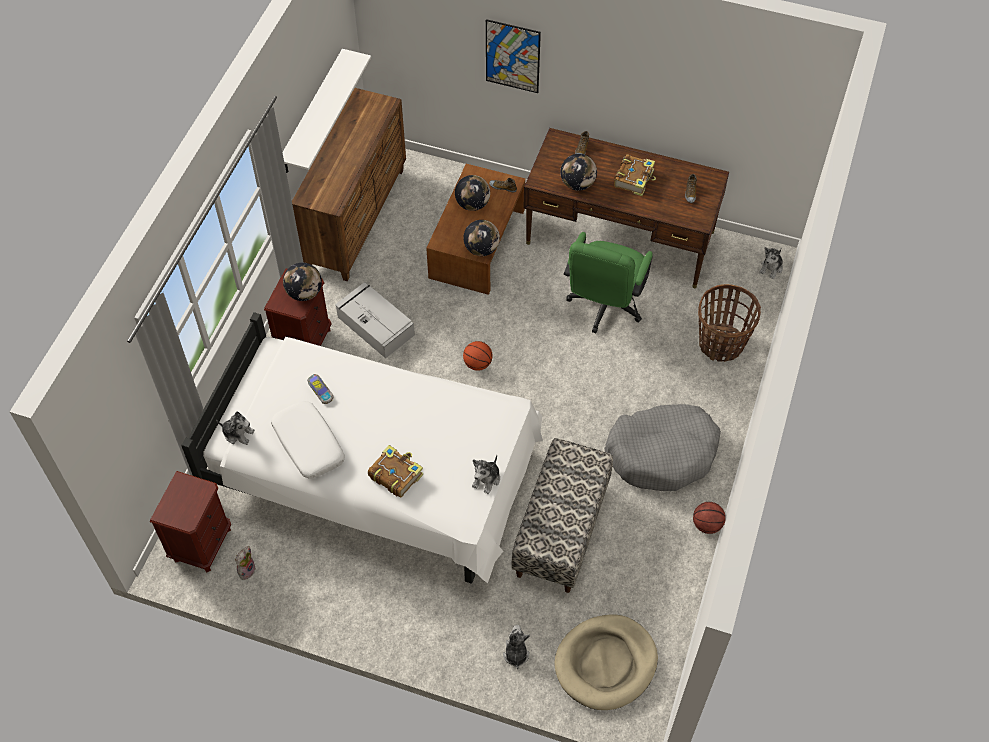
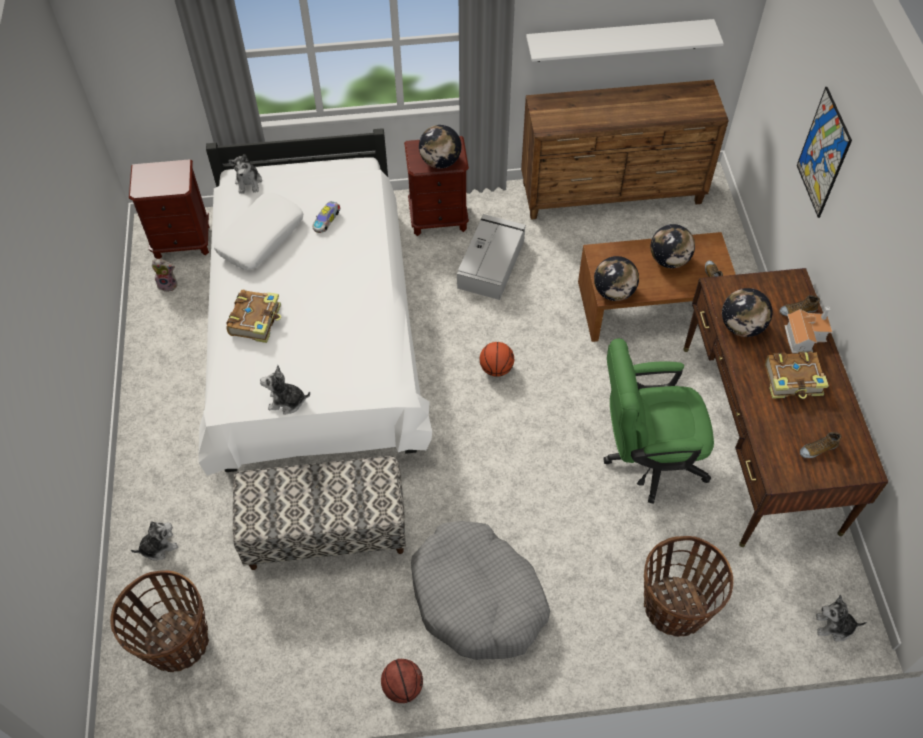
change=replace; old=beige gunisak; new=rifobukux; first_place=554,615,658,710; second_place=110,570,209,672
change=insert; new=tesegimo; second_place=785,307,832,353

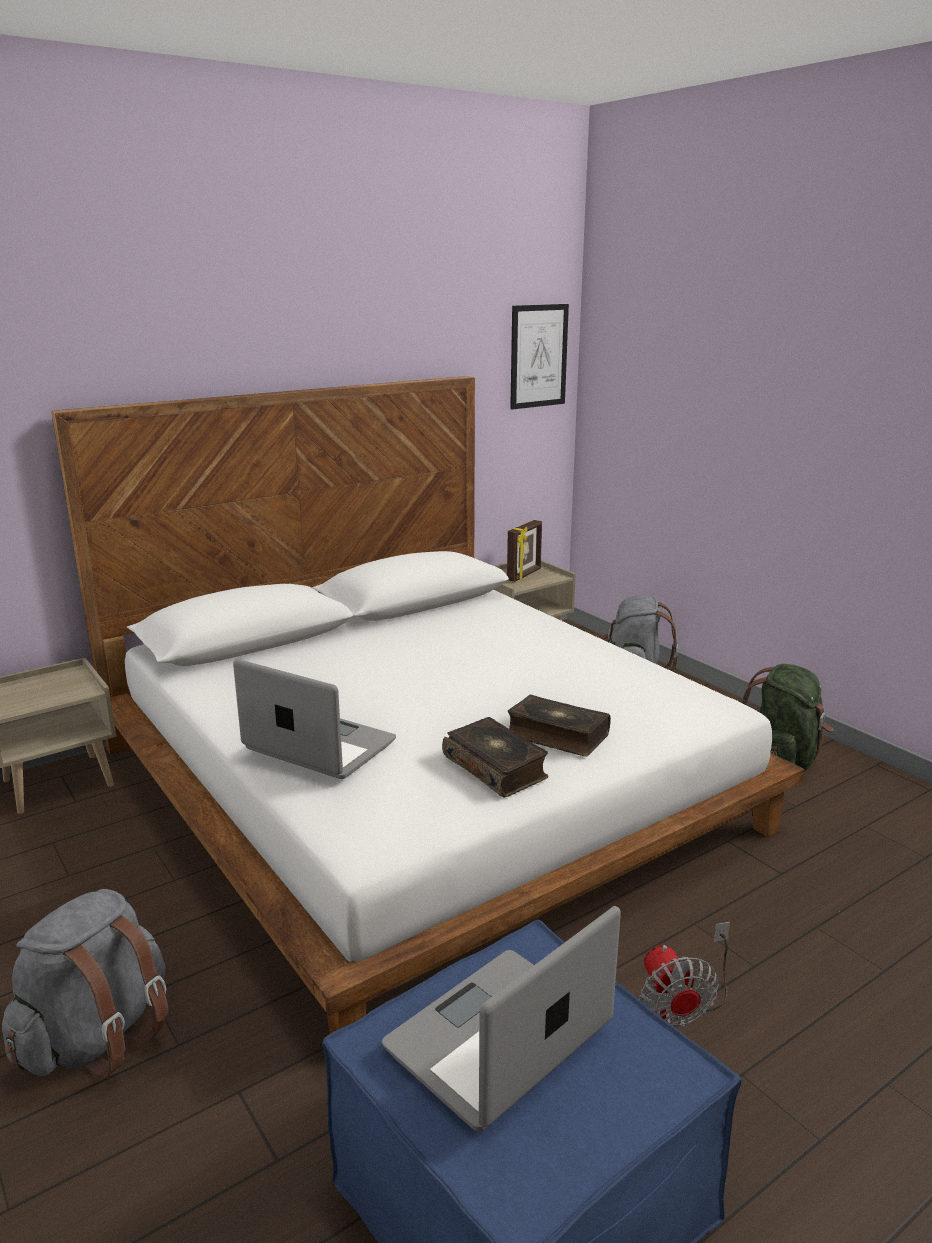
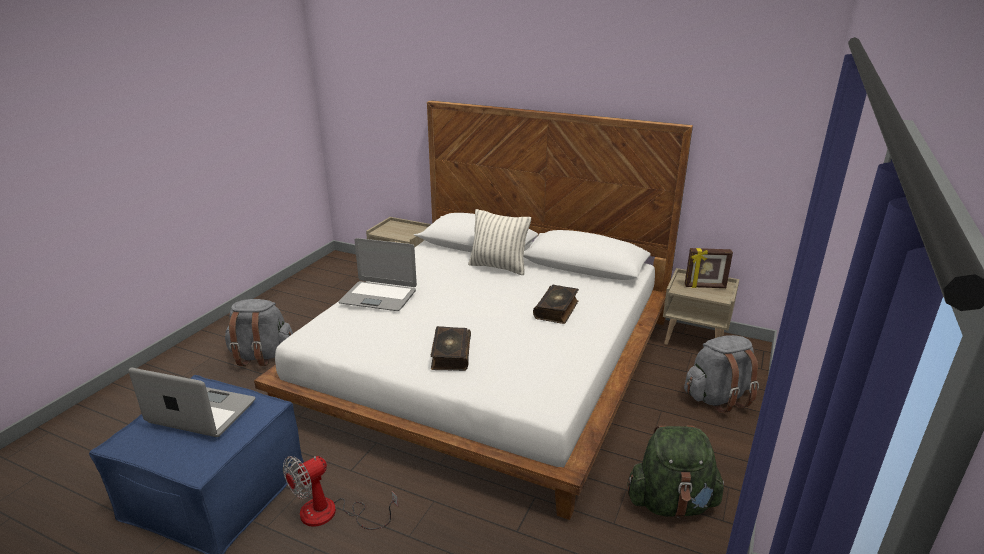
change=delete; old=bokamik; first_place=510,304,569,409
change=rotate; old=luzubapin; first_place=233,659,396,779; second_place=338,238,417,311; degrees=105
change=move; old=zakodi; first_place=442,717,548,798; second_place=533,285,579,324
change=insert; new=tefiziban; second_place=468,209,531,275

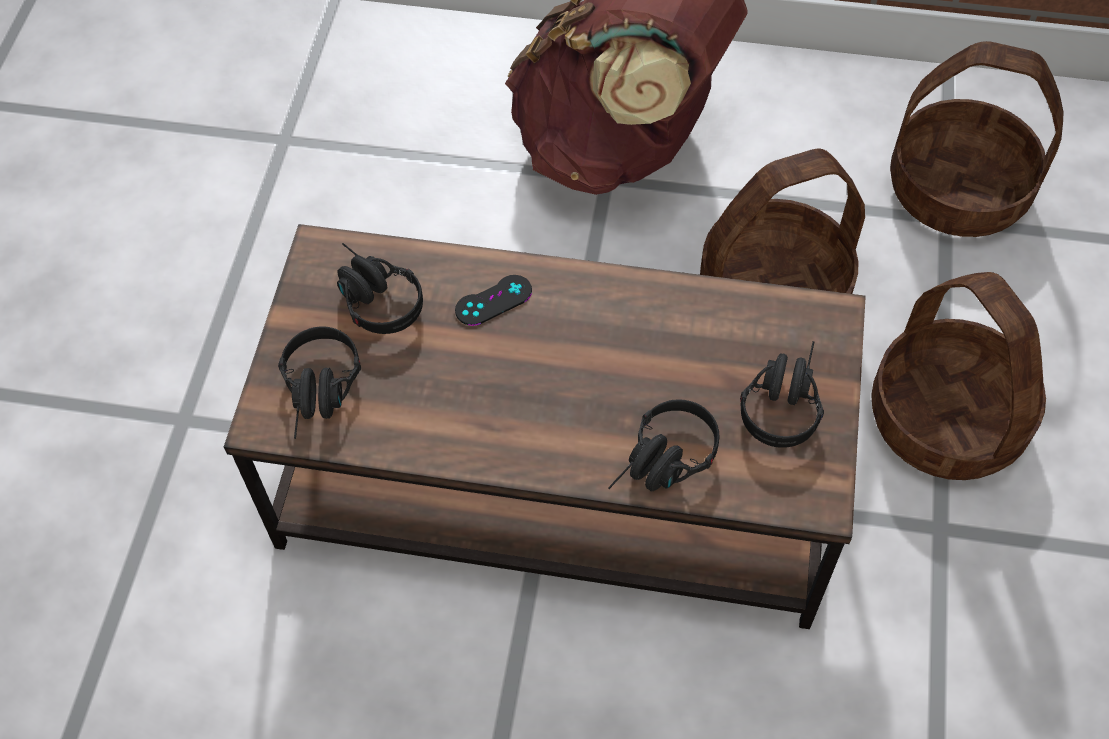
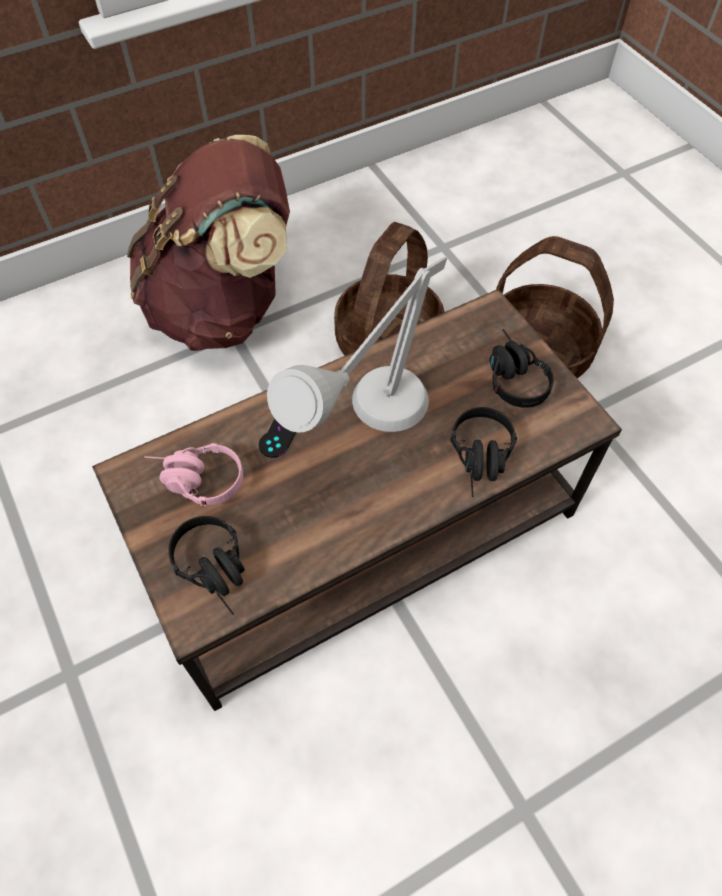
change=delete; old=rifobukux; first_place=890,41,1063,237
change=recolor; old=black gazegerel; new=pink gazegerel; first_place=337,243,423,334; second_place=144,443,243,506
change=insert; new=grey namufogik; second_place=267,256,447,433

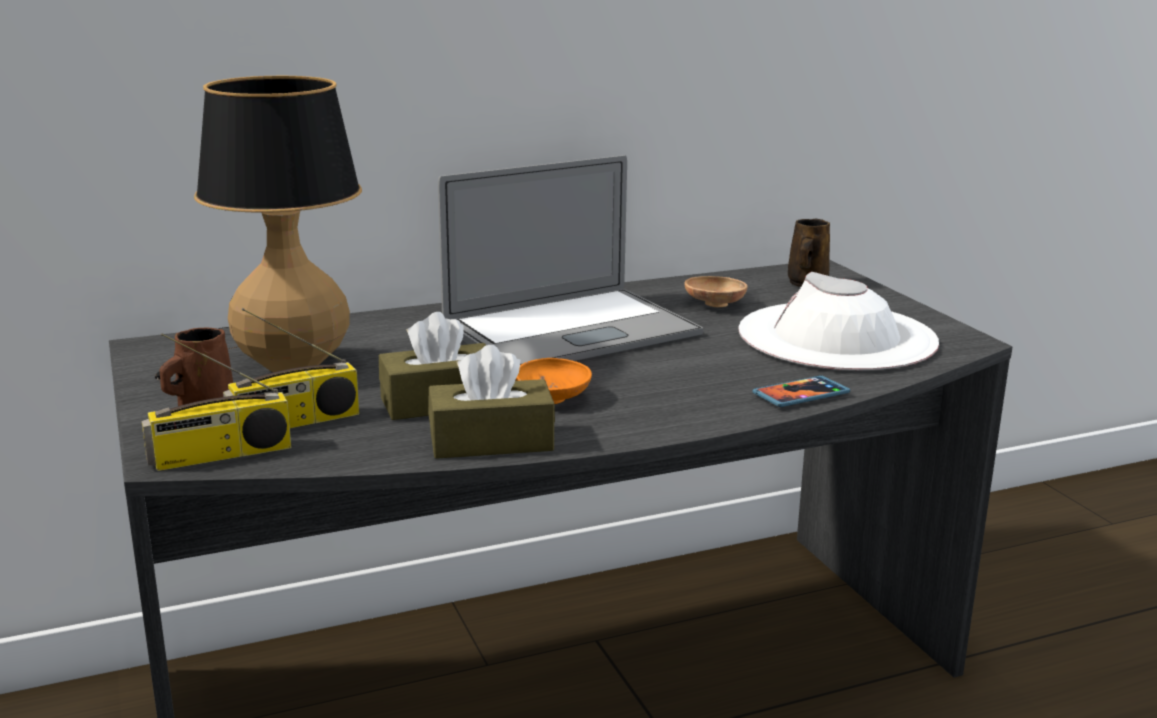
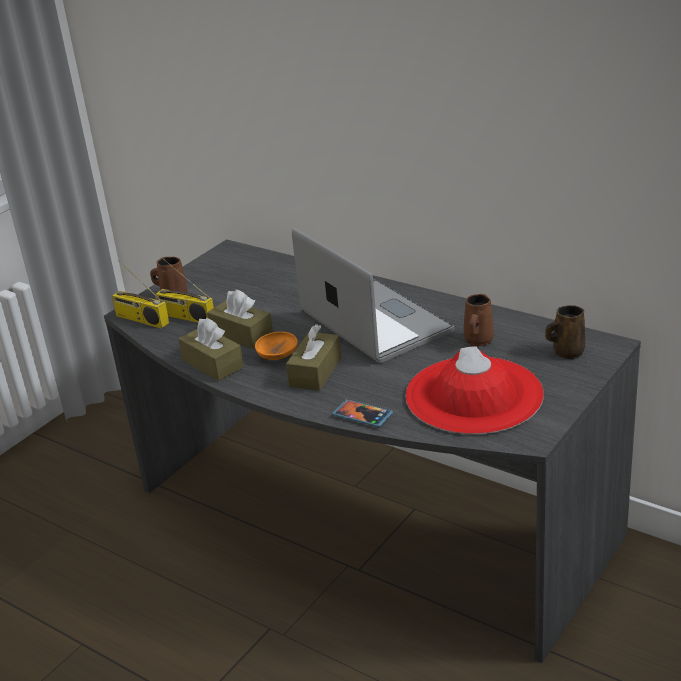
change=delete; old=namufogik; first_place=155,76,362,380
change=rotate; old=luzubapin; first_place=438,155,703,365; second_place=292,228,454,363; degrees=-150
change=recolor; old=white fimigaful; new=red fimigaful; first_place=738,272,939,371; second_place=405,346,544,434
change=replace; old=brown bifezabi; new=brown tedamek; first_place=684,276,748,307; second_place=464,294,494,346
change=insert; new=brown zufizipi; second_place=286,324,341,391

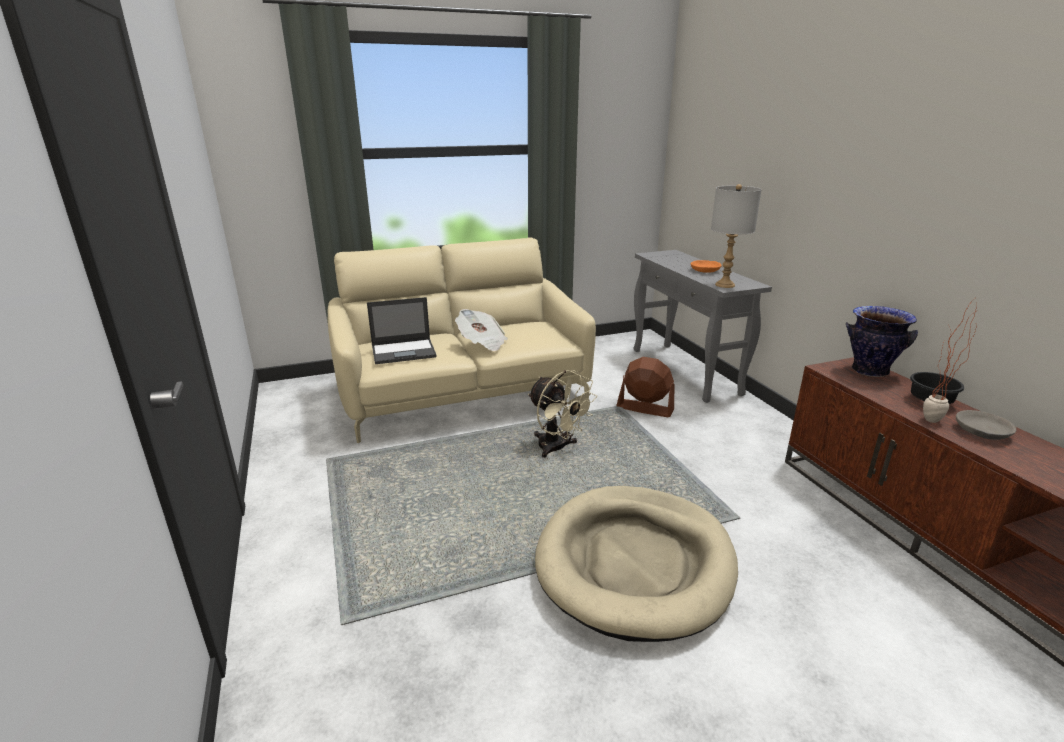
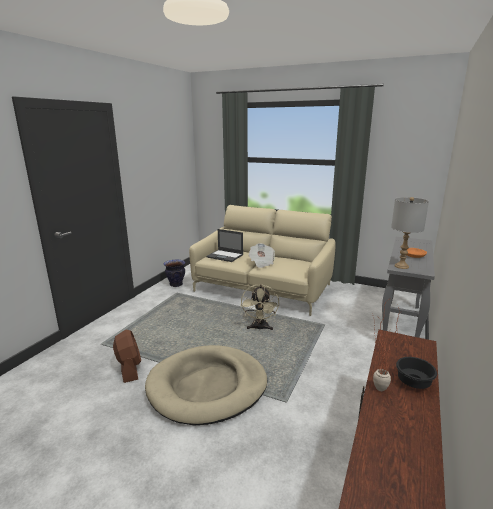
change=move; old=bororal; first_place=846,306,918,377; second_place=164,260,185,287
change=move; old=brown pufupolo; first_place=616,357,675,417; second_place=113,330,141,383
change=delete; old=grey bifezabi; first_place=956,410,1016,440

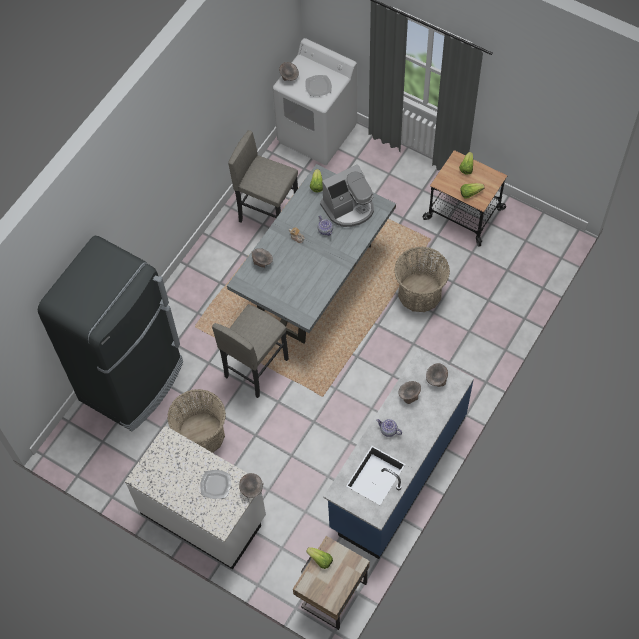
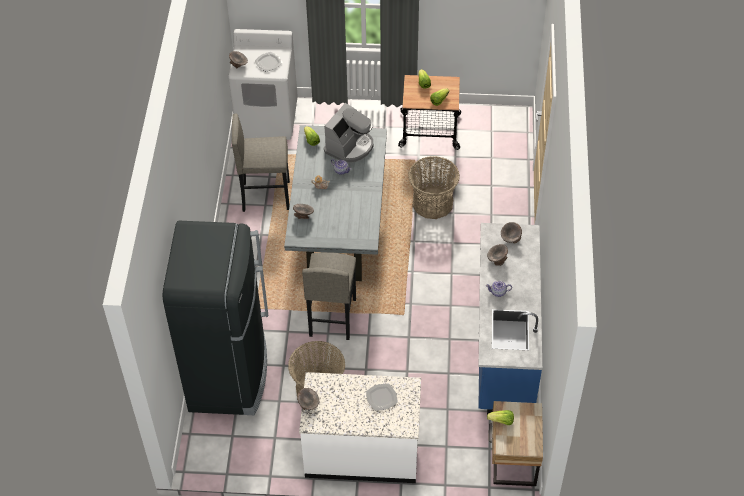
change=move; old=grey bifezabi; first_place=239,473,263,498; second_place=297,388,319,410

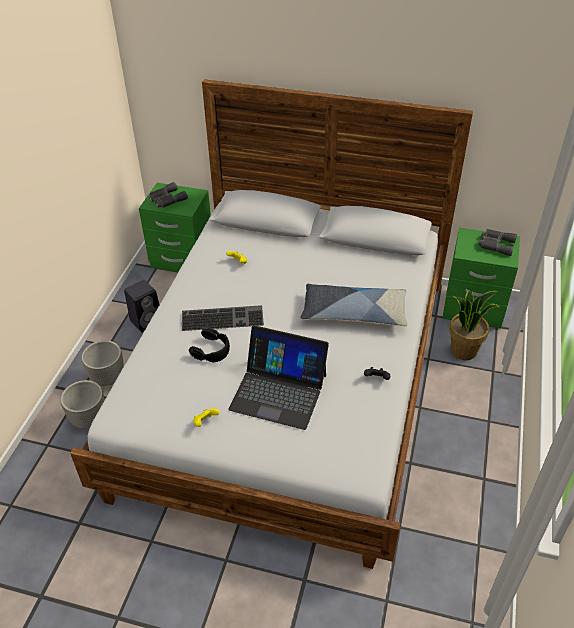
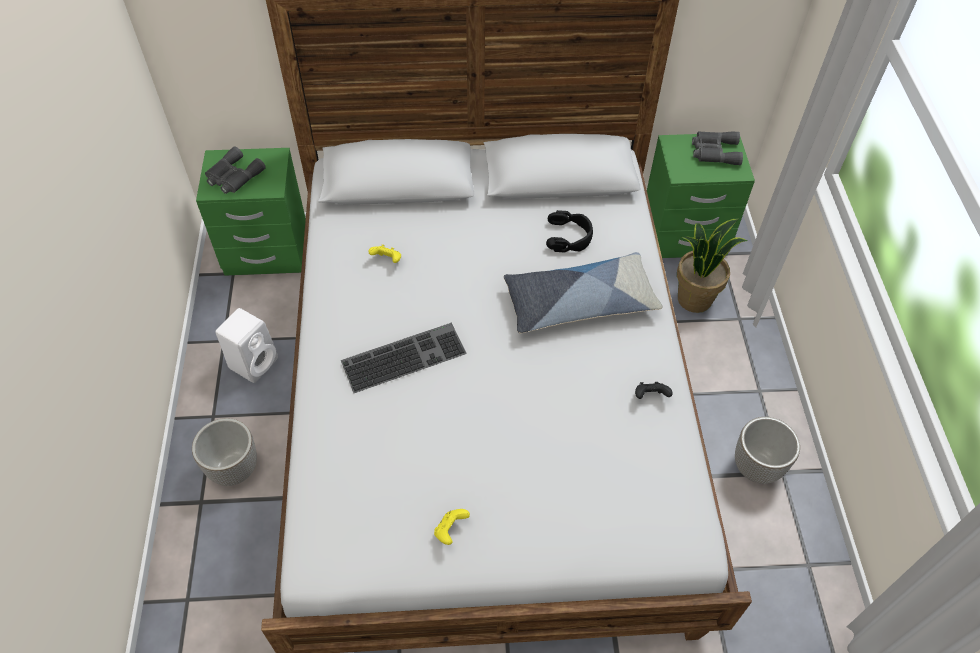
change=recolor; old=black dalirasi; new=white dalirasi; first_place=124,280,159,332; second_place=215,308,278,383
change=delete; old=luzubapin; first_place=229,325,329,430
change=move; old=black gazegerel; first_place=189,328,230,363; second_place=546,210,593,253
change=move; old=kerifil; first_place=60,380,105,429; second_place=735,417,800,484

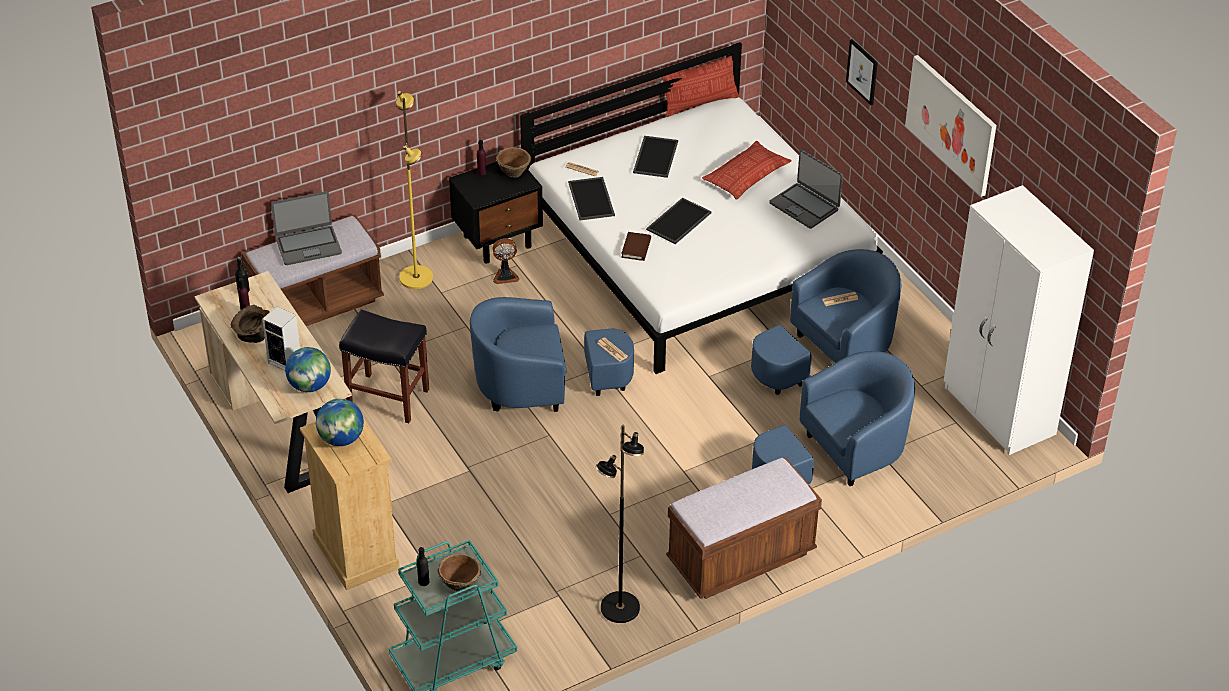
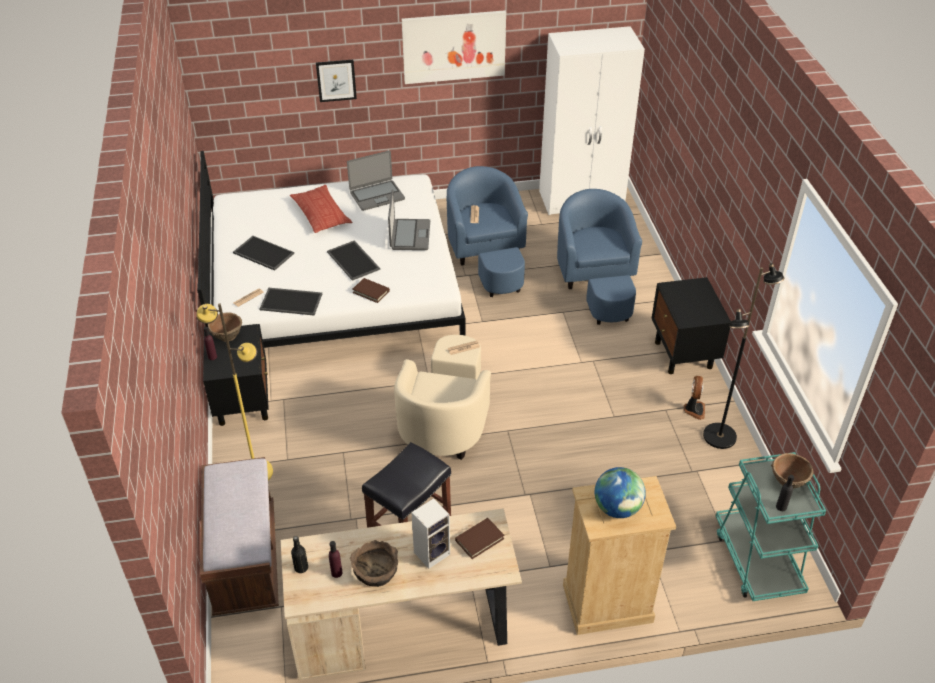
change=delete; old=tefiziban; first_place=662,56,739,117
change=move; old=luzubapin; first_place=271,191,342,265; second_place=388,189,430,250
change=move; old=pufupolo; first_place=492,239,520,284; second_place=684,376,705,420
change=recolor; old=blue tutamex; new=beige tutamex; first_place=470,297,634,412; second_place=394,335,491,460
change=replace; old=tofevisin; new=brown zakodi; first_place=285,347,331,392; second_place=455,518,504,559
change=replace; old=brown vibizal; new=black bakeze; first_place=666,458,822,599; second_place=651,277,731,374

